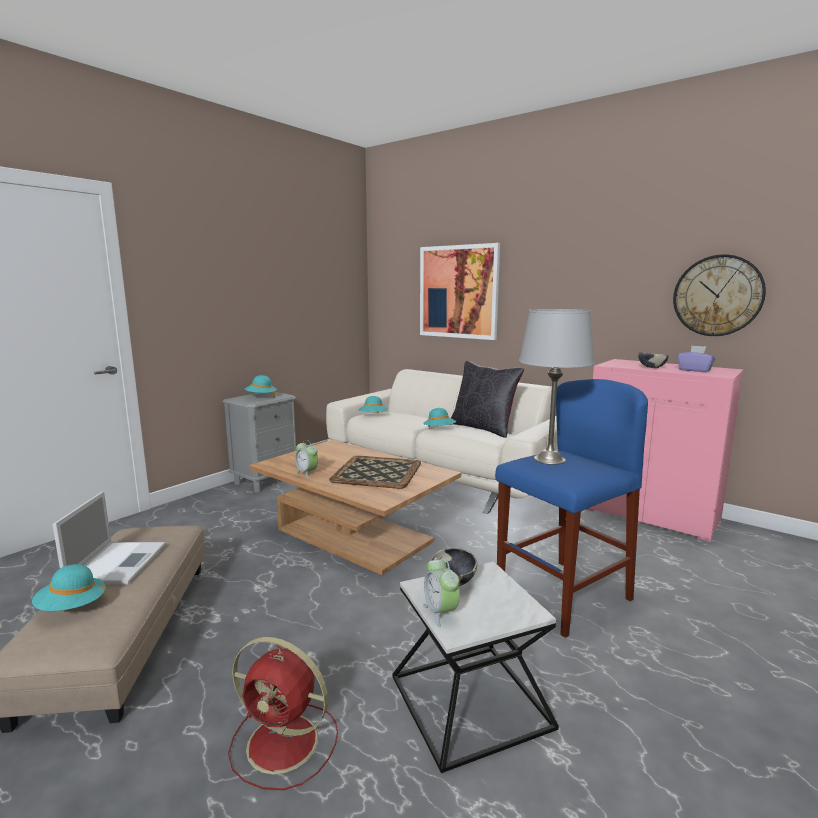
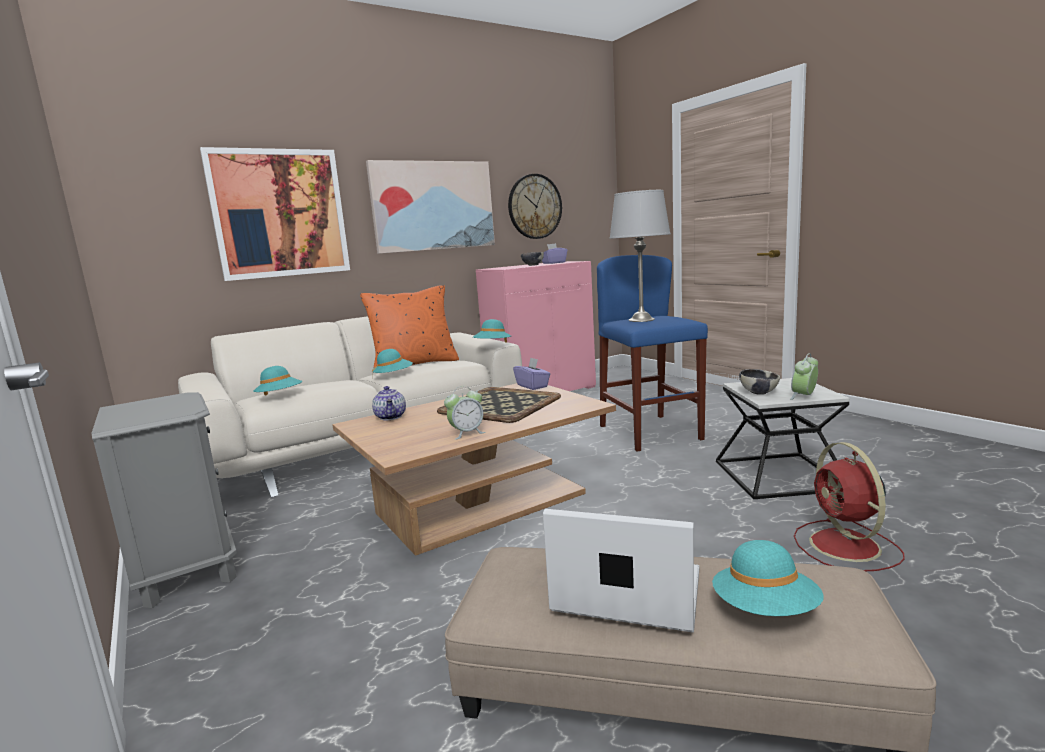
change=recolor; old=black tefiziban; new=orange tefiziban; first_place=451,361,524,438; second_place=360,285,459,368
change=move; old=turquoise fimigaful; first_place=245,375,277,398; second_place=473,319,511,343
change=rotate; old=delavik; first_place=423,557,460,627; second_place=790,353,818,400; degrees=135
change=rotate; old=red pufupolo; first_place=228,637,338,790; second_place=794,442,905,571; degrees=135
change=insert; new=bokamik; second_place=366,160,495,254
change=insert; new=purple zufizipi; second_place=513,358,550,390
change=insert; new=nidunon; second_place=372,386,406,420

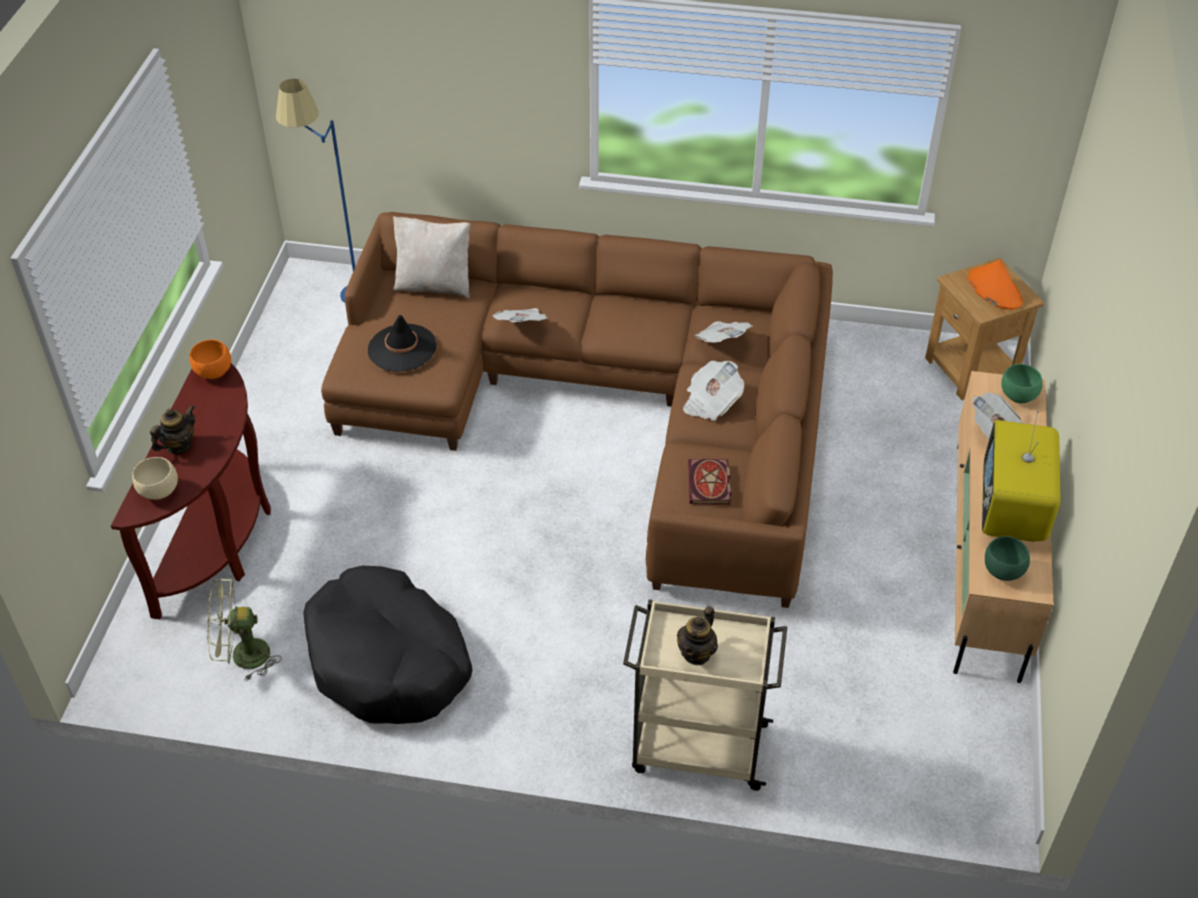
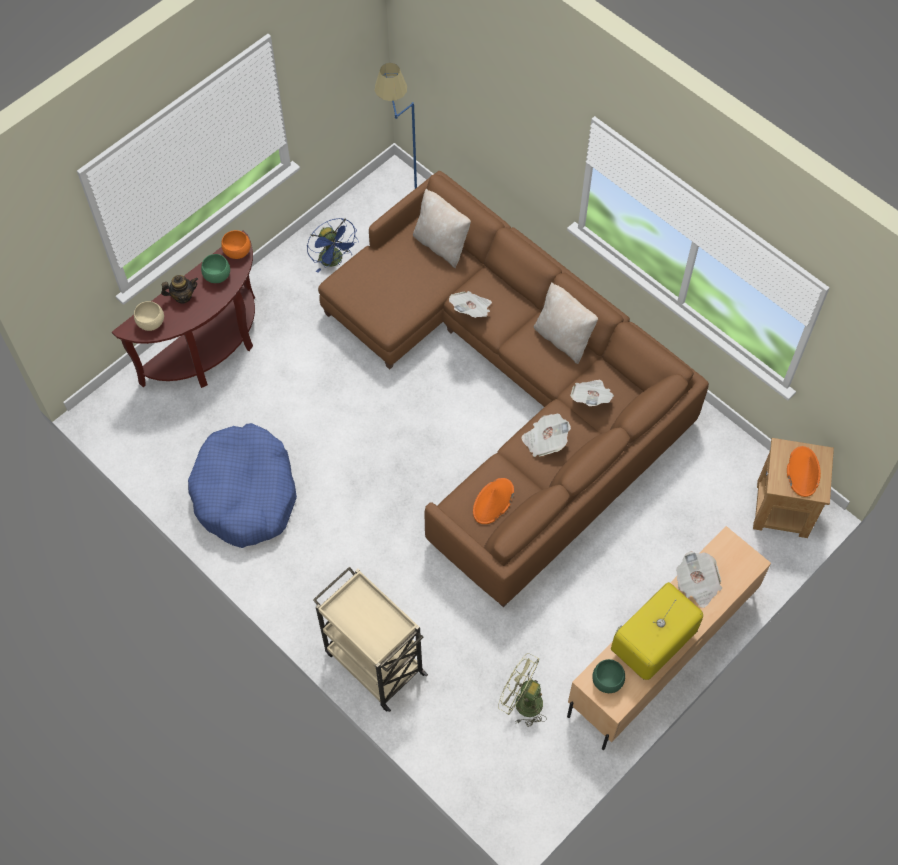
change=delete; old=black fimigaful; first_place=368,315,436,372
change=move; old=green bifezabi; first_place=1001,364,1043,403; second_place=201,254,230,283
change=replace; old=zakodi; new=orange fimigaful; first_place=688,459,731,505; second_place=473,478,514,524
change=recolor; old=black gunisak; new=blue gunisak; first_place=303,566,472,724; second_place=188,423,297,548
change=move; old=green pufupolo; first_place=207,577,282,681; second_place=498,653,547,727
change=delete; old=nidunon; first_place=677,606,718,665
change=insert; new=blue pufupolo; second_place=307,218,359,273
change=insert; new=beige tefiziban; second_place=533,282,598,364

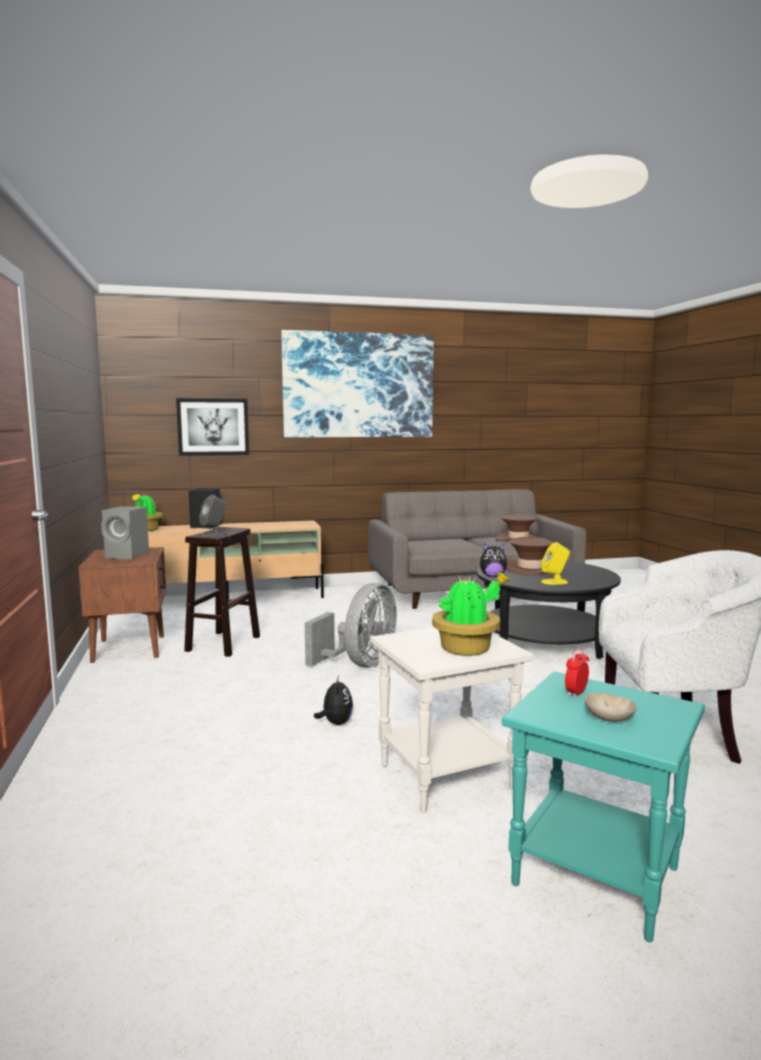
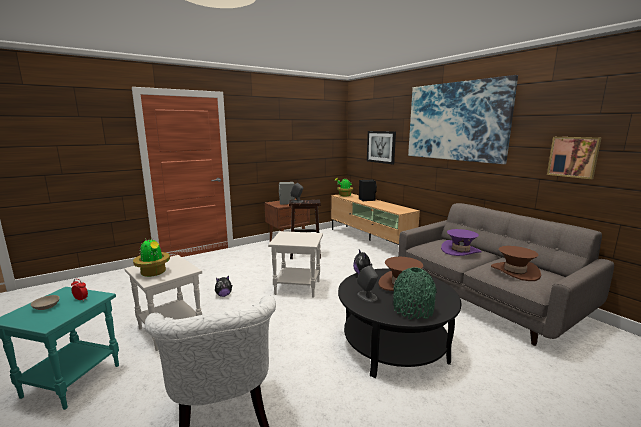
change=recolor; old=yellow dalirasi; new=grey dalirasi; first_place=541,542,570,585; second_place=357,265,378,302
change=replace; old=grey pufupolo; new=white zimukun; first_place=305,583,397,668; second_place=268,231,323,298
change=insert; new=bokamik; second_place=547,137,601,179
change=insert; new=purple fimigaful; second_place=441,229,482,256
change=insert; new=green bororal; second_place=393,267,437,319

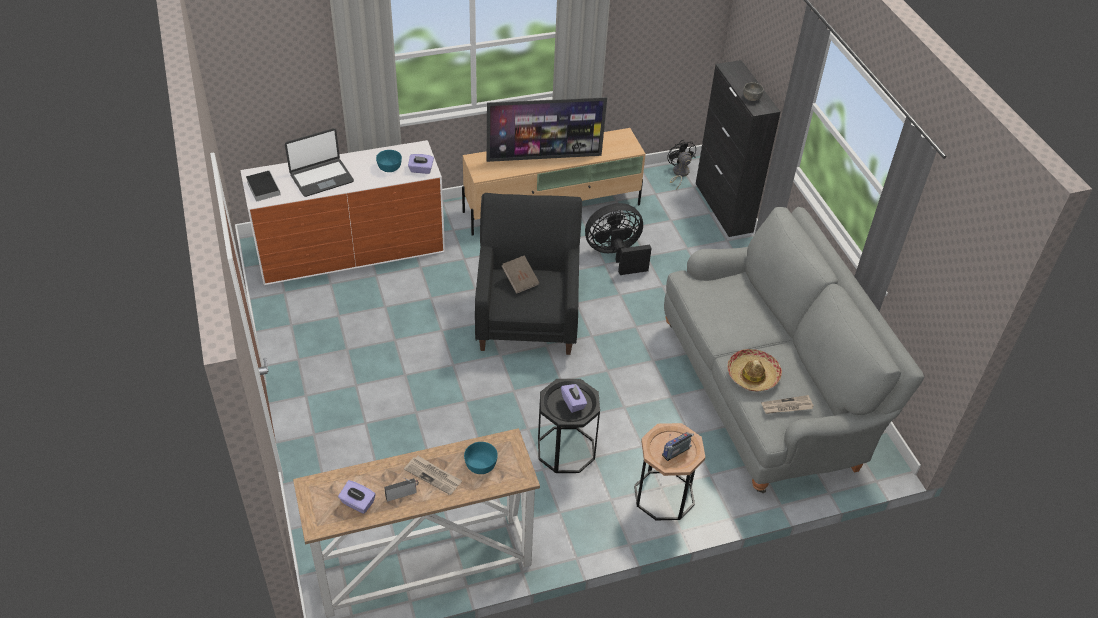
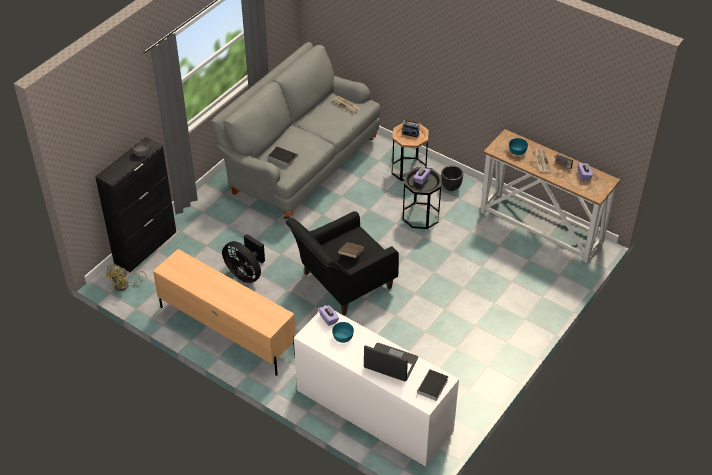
change=delete; old=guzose; first_place=487,97,607,162
change=recolor; old=black pufupolo; new=yellow pufupolo; first_place=667,140,696,190; second_place=106,264,147,291
change=delete; old=fimigaful; first_place=727,349,782,392
change=insert; new=zakodi; second_place=268,146,298,167
change=insert; new=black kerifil; second_place=441,165,463,191

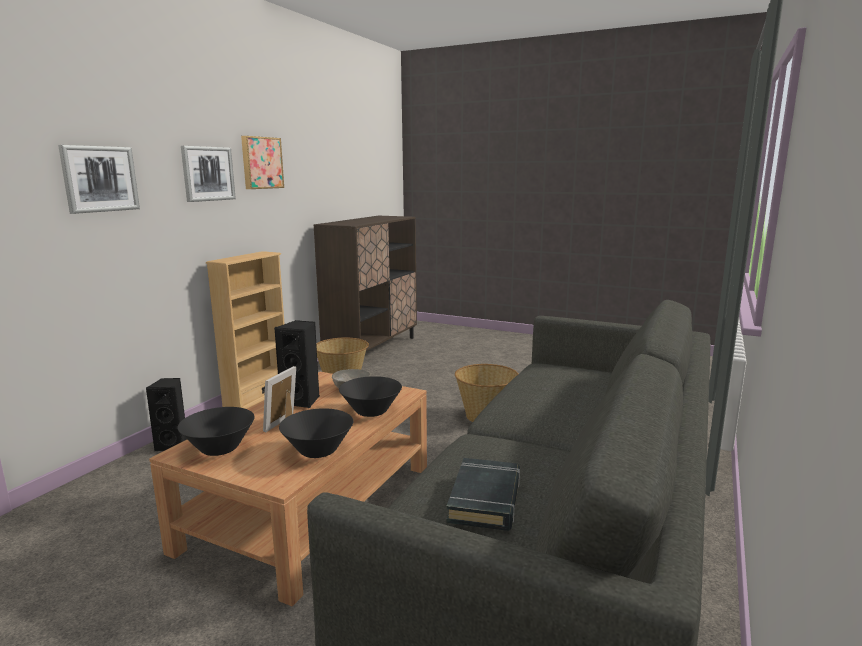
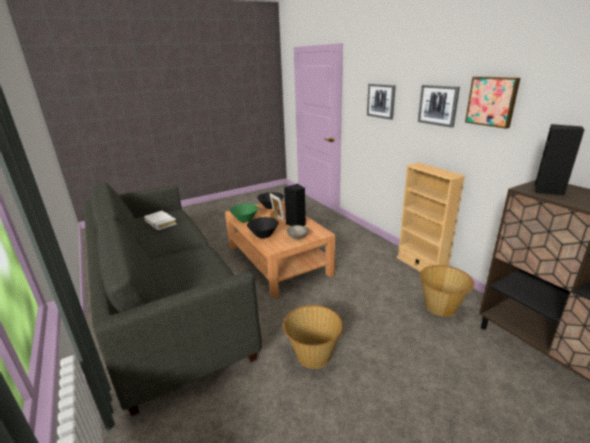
change=move; old=black dalirasi; first_place=146,378,187,451; second_place=535,124,585,195
change=recolor; old=black bifezabi; new=green bifezabi; first_place=279,408,353,458; second_place=230,204,259,222
change=recolor; old=black zakodi; new=white zakodi; first_place=446,458,520,531; second_place=144,211,177,230

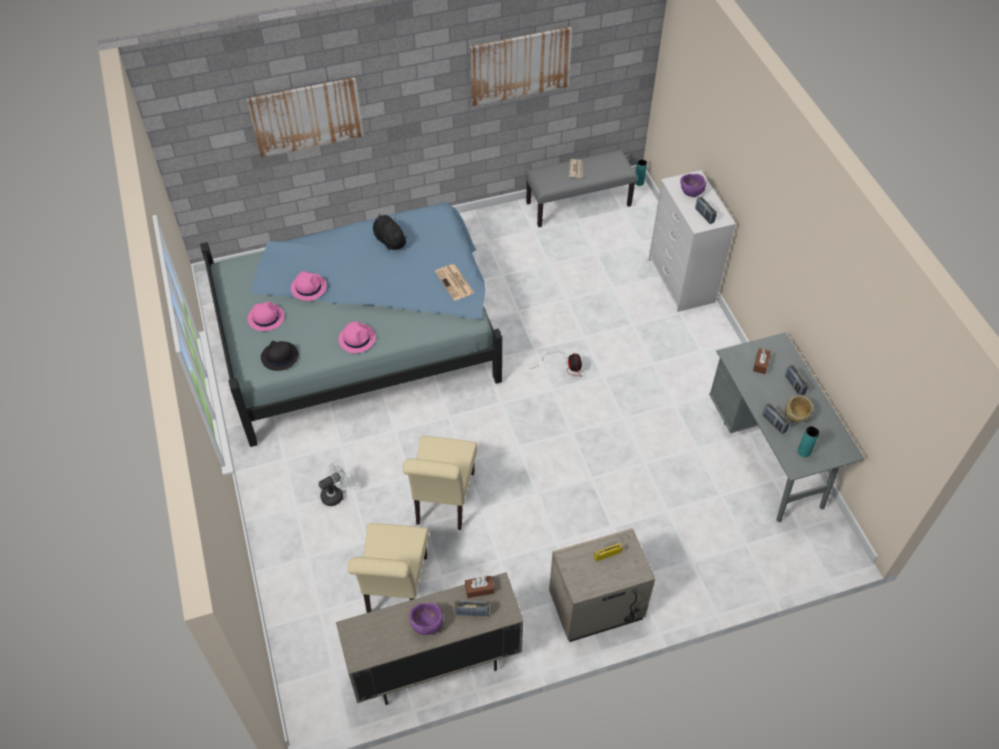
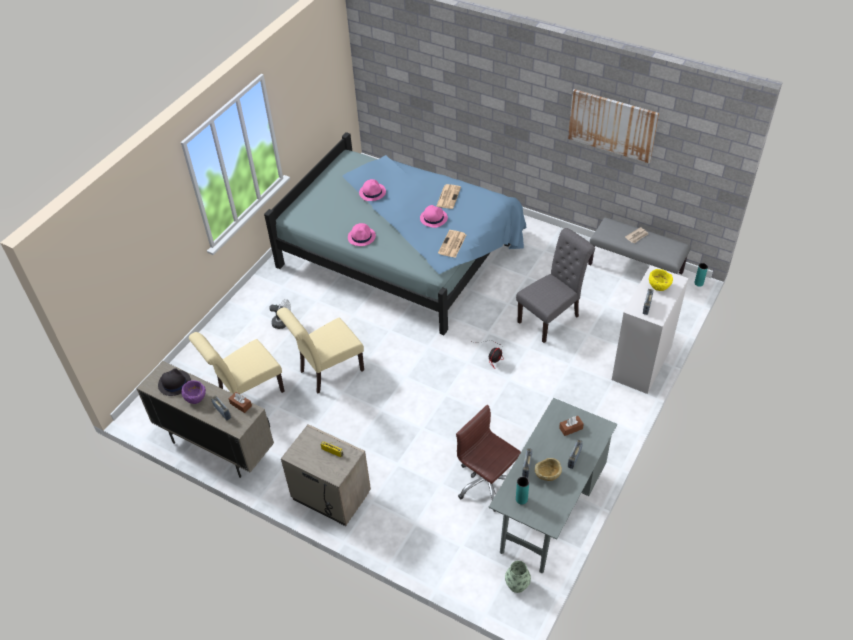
change=delete; old=bokamik; first_place=247,77,363,158
change=recolor; old=purple bifezabi; new=yellow bifezabi; first_place=680,174,706,197; second_place=649,269,673,291
change=replace; old=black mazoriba; new=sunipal; first_place=373,214,408,251; second_place=436,184,461,209
change=move; old=pink fimigaful; first_place=248,301,284,331; second_place=420,205,448,228
change=move; old=black fimigaful; first_place=261,341,299,371; second_place=158,368,191,396
change=insert; new=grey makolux; second_place=516,228,595,343
change=insert; new=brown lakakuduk; second_place=456,405,521,512
change=insert; new=bororal; second_place=505,561,531,593

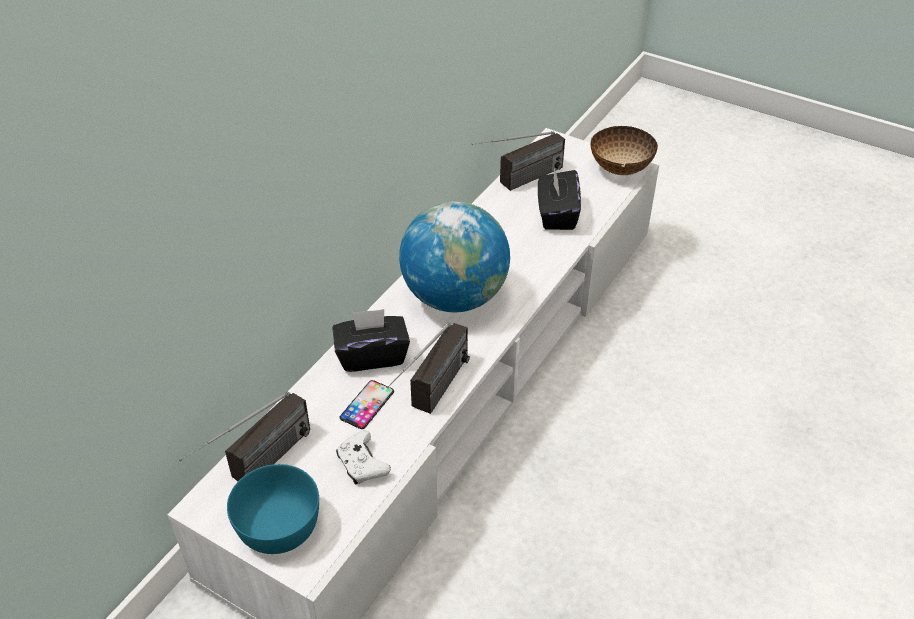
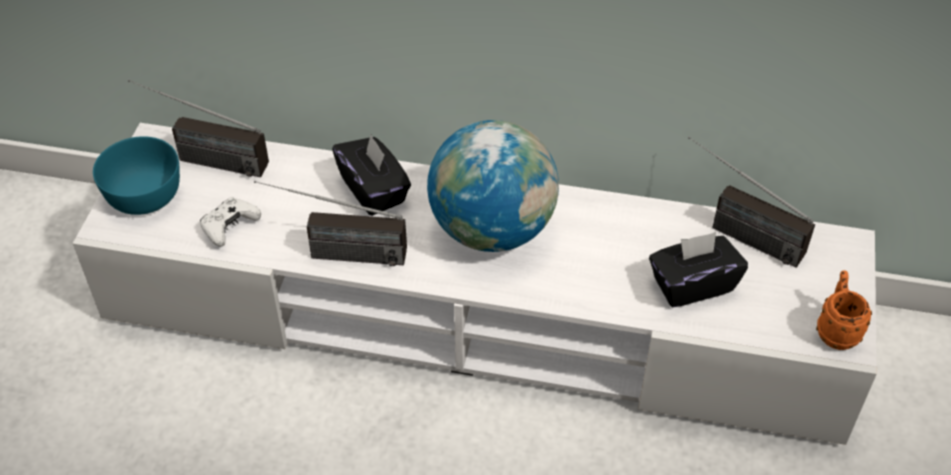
change=replace; old=bifezabi; new=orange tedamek; first_place=591,126,658,175; second_place=816,271,872,350
change=delete; old=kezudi; first_place=340,380,394,429

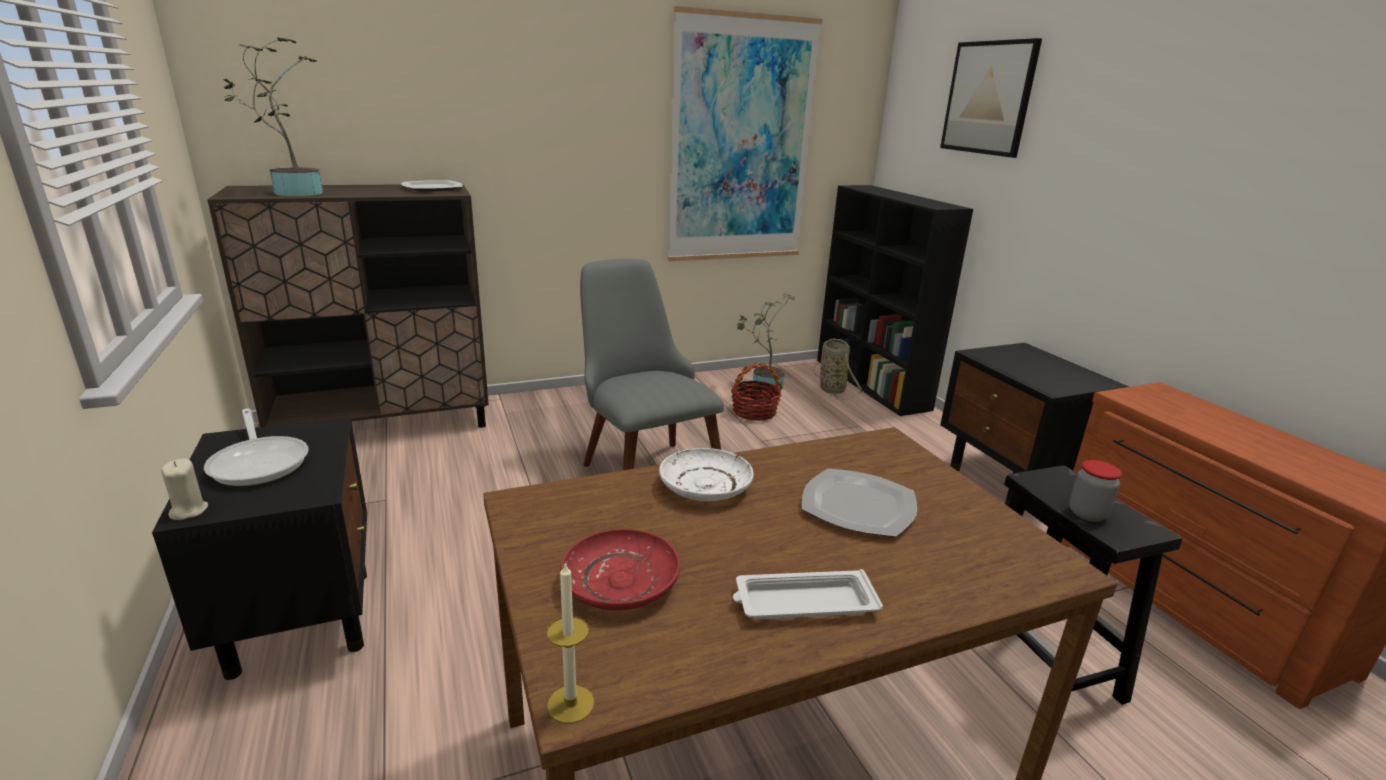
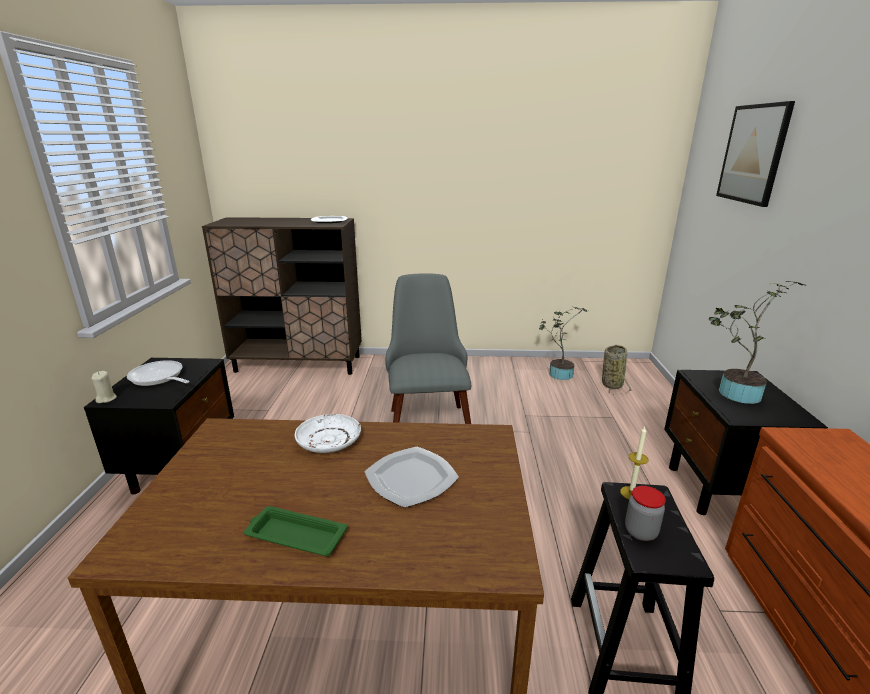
change=delete; old=bokamik; first_place=668,6,822,261
change=move; old=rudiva; first_place=224,37,323,196; second_place=709,281,804,404
change=delete; old=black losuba; first_place=817,185,973,416
change=delete; old=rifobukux; first_place=731,362,782,421
change=rotate; old=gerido; first_place=204,409,309,486; second_place=127,360,190,386; degrees=135
change=delete; old=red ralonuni; first_place=560,529,680,610
change=move; old=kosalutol; first_place=547,561,594,724; second_place=620,427,648,500
change=recolor; old=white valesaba; new=green valesaba; first_place=733,569,883,619; second_place=244,506,348,556

